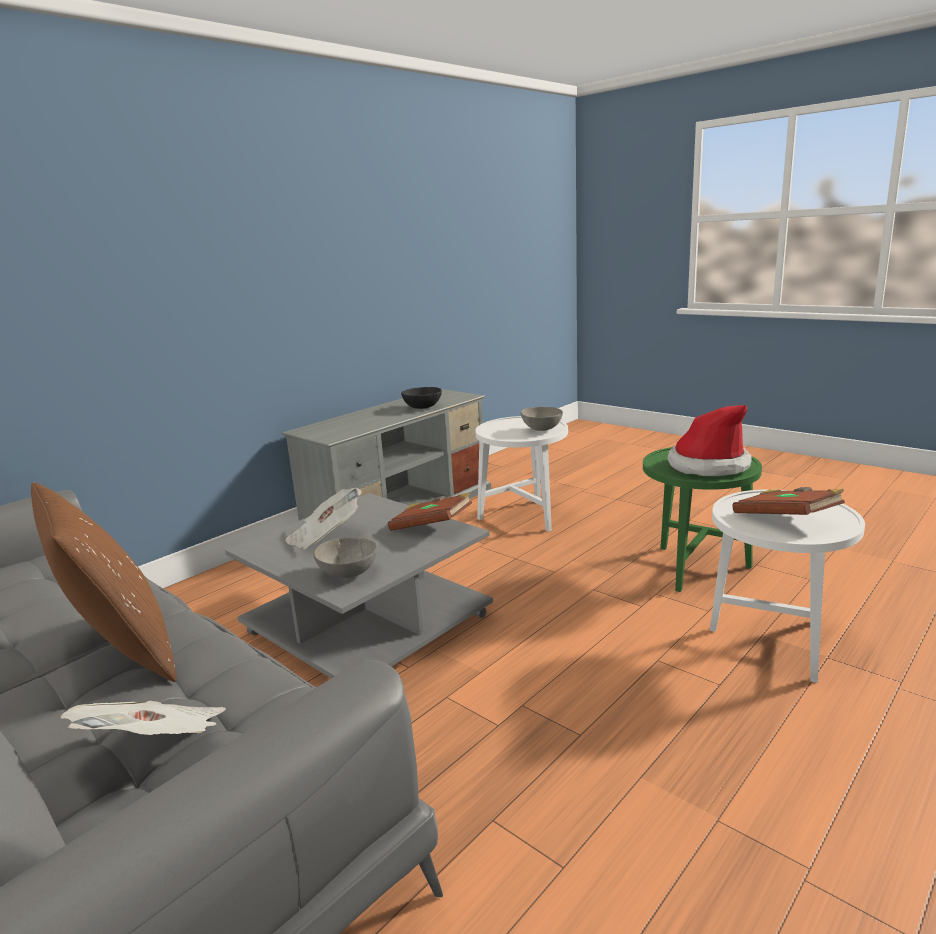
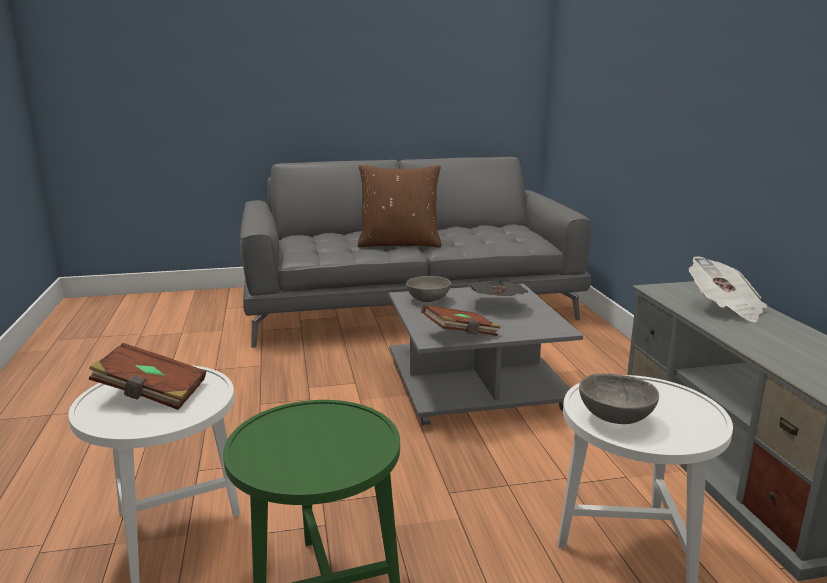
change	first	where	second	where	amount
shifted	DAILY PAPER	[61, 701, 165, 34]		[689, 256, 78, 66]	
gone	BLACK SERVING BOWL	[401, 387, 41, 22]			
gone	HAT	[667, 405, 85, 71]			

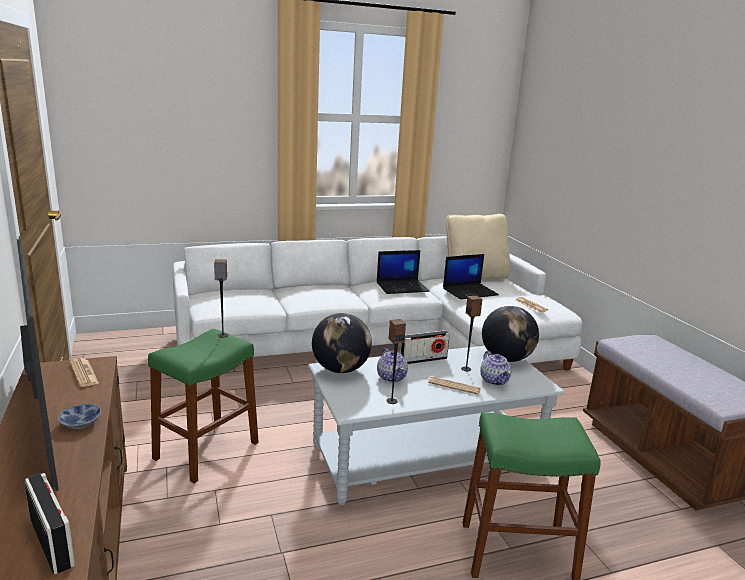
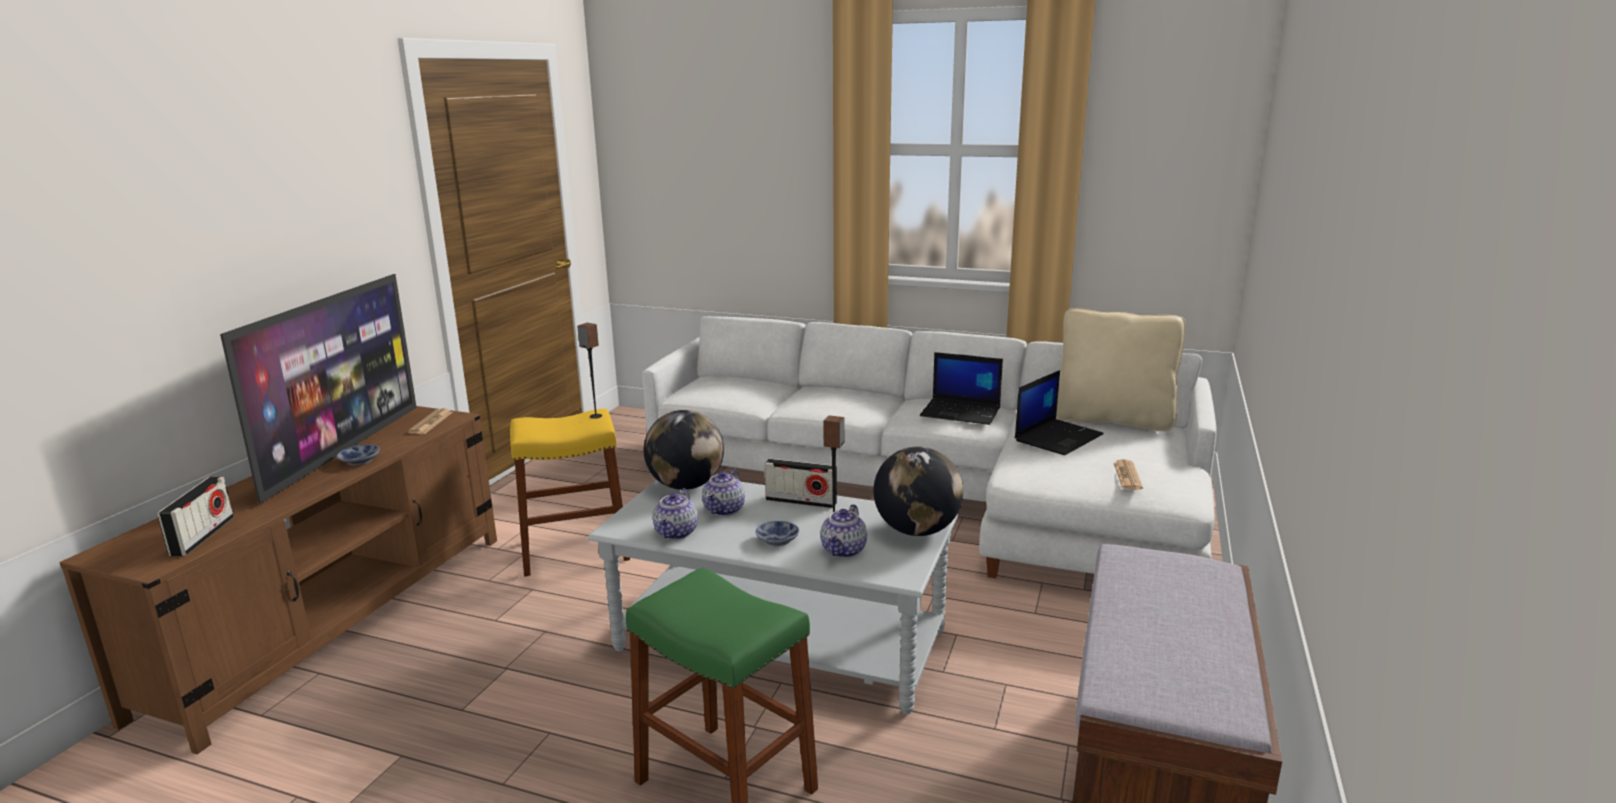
change	first	where	second	where	amount
repainted	GREENISH STOOL	[148, 329, 111, 154]	YELLOW-COLOURED STOOL	[510, 409, 120, 168]	
swapped	AUDIO SPEAKER	[386, 319, 20, 85]	POT FOR TEA	[653, 489, 45, 51]	
swapped	DAILY PAPER	[428, 376, 53, 19]	SERVING BOWL	[756, 521, 43, 25]	
rotated	NOTEBOOK COMPUTER	[443, 254, 56, 46]		[1015, 370, 89, 85]	60 degrees counterclockwise

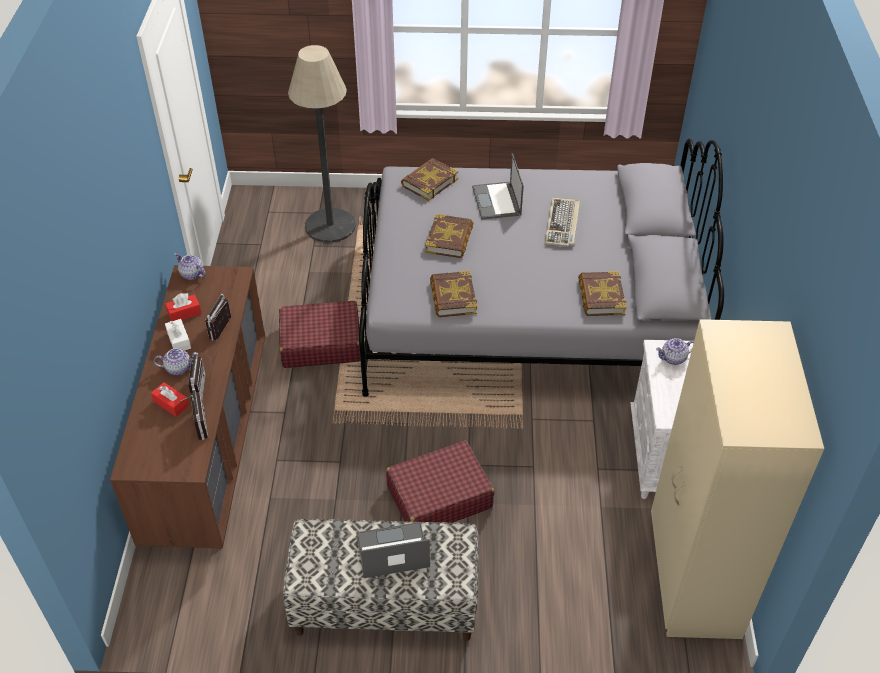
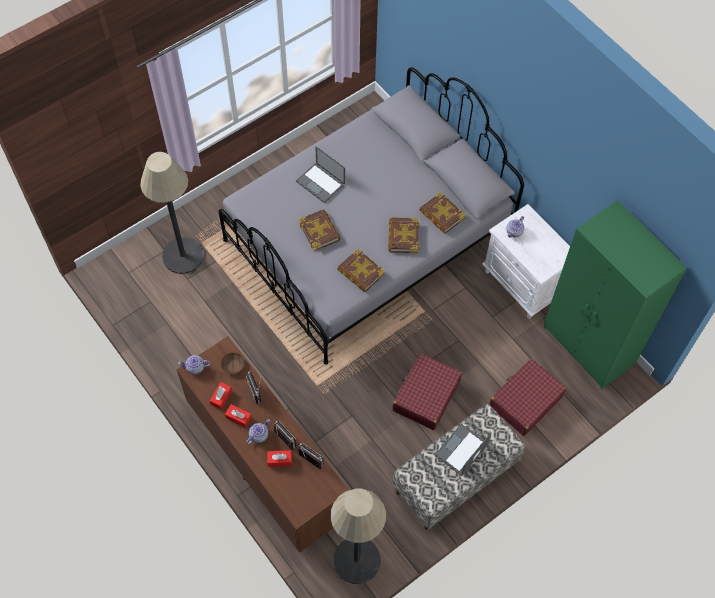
change	first	where	second	where	amount
new			BROWNISH SERVING BOWL	[221, 353, 23, 21]	
repainted	WHITE-COLOURED TISSUE BOX	[165, 319, 26, 31]	RED-COLOURED TISSUE BOX	[225, 404, 27, 24]	
new			FLOOR LAMP	[331, 488, 55, 96]	
shifted	BOUND BOOK	[401, 158, 57, 43]		[388, 217, 31, 36]	
shifted	RED-COLOURED TRAVEL CASE	[279, 301, 81, 67]		[489, 359, 78, 77]	
repainted	BEIGE CLOTHES CUPBOARD	[651, 319, 173, 320]	GREENISH CLOTHES CUPBOARD	[544, 200, 143, 189]	
gone	PC KEYBOARD	[545, 198, 35, 49]			

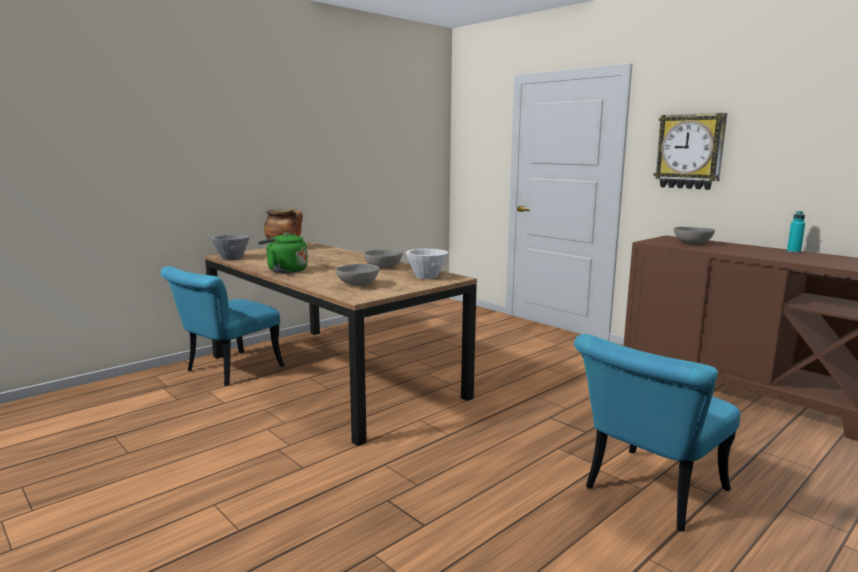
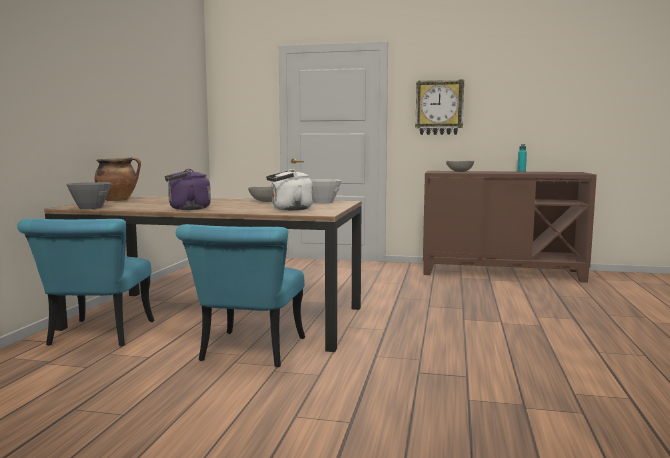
change	first	where	second	where	amount
repainted	GREENISH TEA KETTLE	[258, 233, 50, 40]	PURPLISH TEA KETTLE	[165, 169, 46, 41]	
shifted	TURQUOISE CHAIR	[574, 334, 166, 198]		[175, 224, 130, 143]	
swapped	GREY SERVING BOWL	[335, 264, 45, 22]	WHITE-COLOURED TEA KETTLE	[266, 169, 47, 41]	

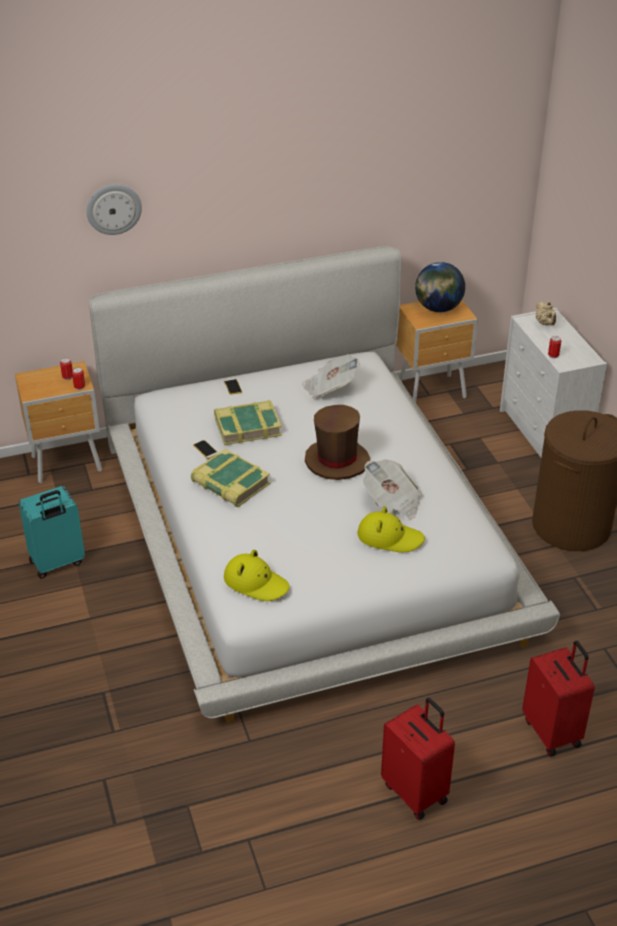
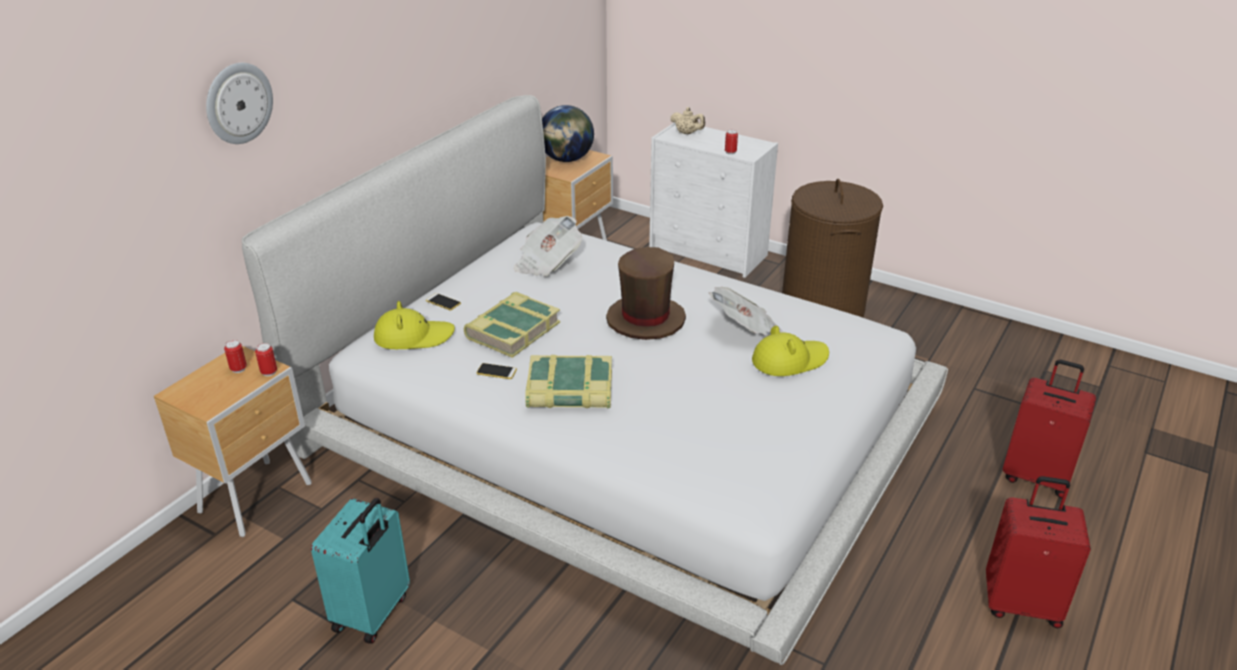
change	first	where	second	where	amount
shifted	YELLOW-COLOURED HAT	[224, 550, 66, 51]		[374, 301, 81, 48]	

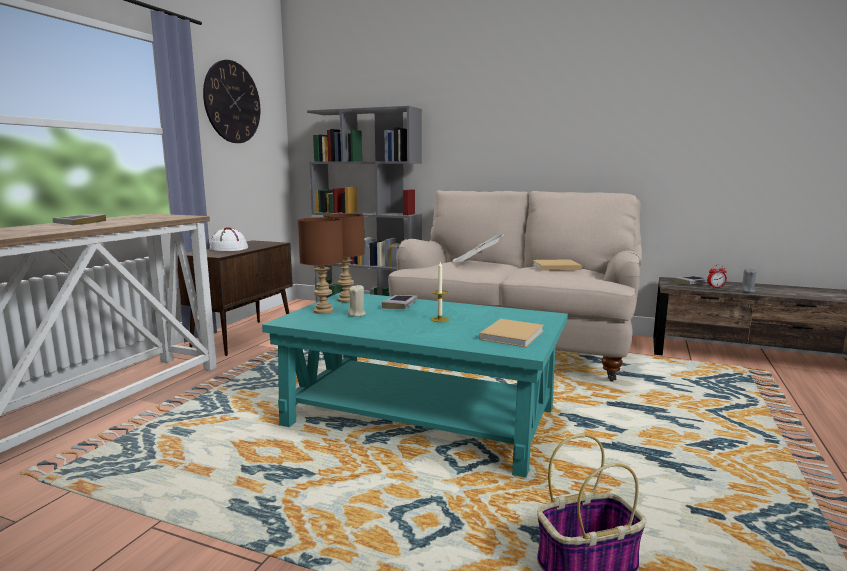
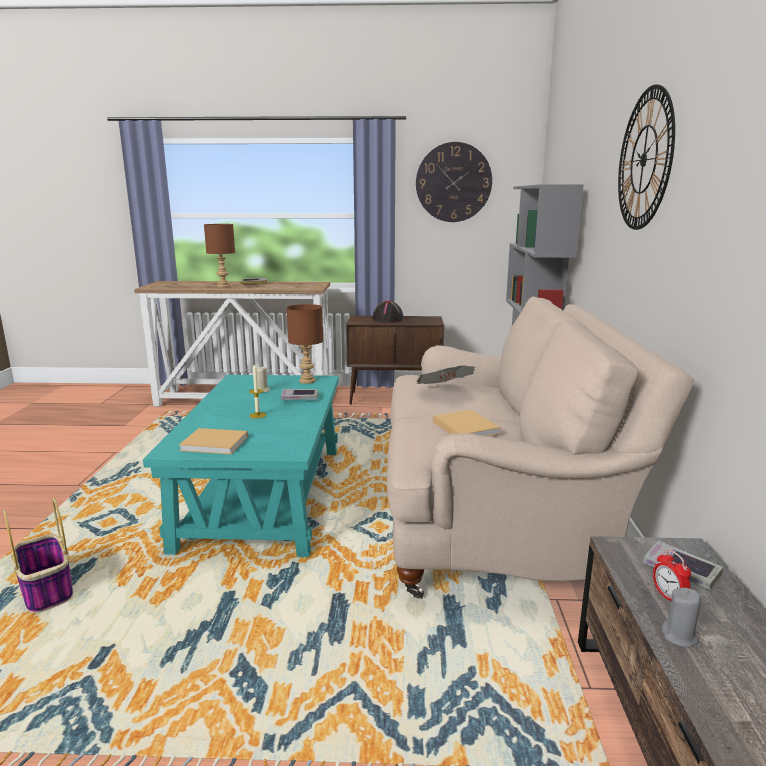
change	first	where	second	where	amount
shifted	BROWNISH TABLETOP LAMP	[298, 217, 45, 97]		[204, 224, 31, 64]	
repainted	WHITE-COLOURED HAT	[210, 228, 38, 23]	BLACK HAT	[372, 301, 32, 21]	
new			WALL CLOCK	[618, 84, 57, 146]	

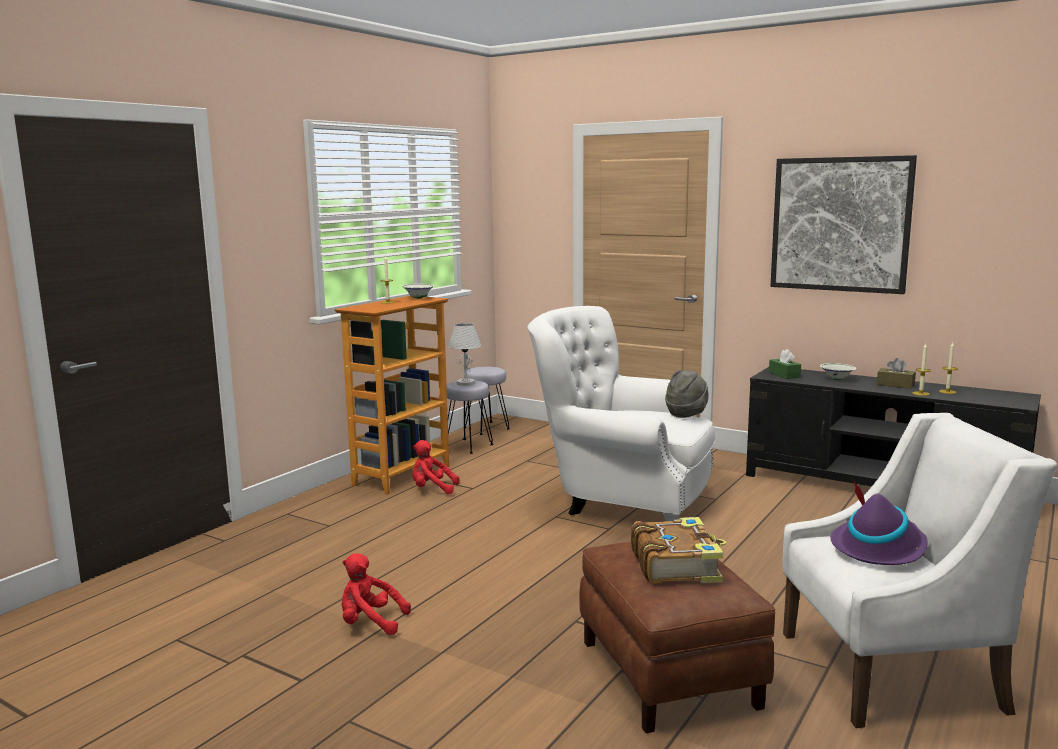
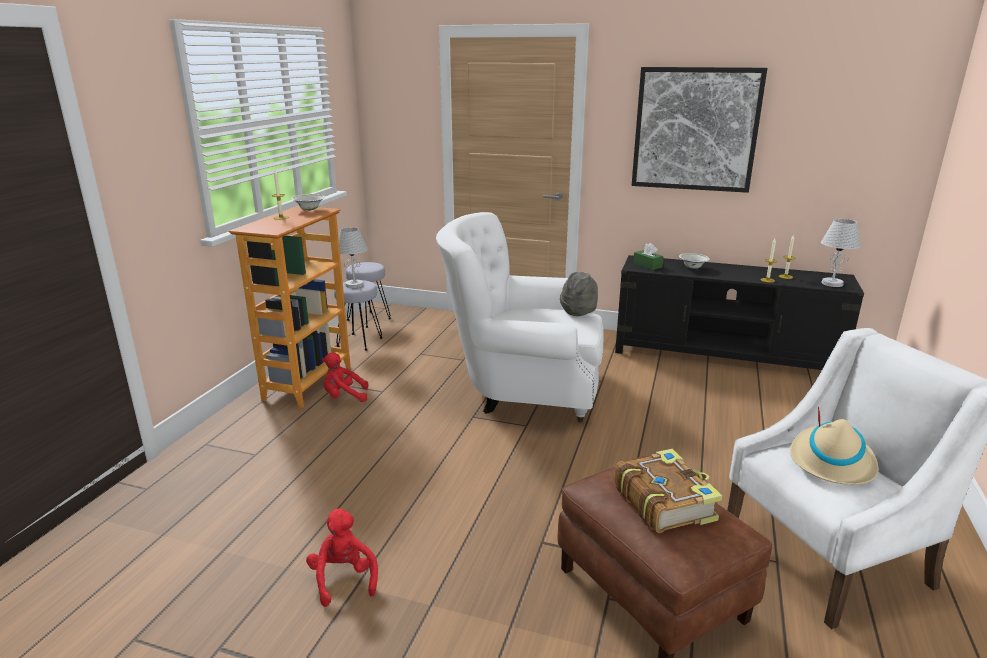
change	first	where	second	where	amount
rotated	RED-COLOURED PLUSH TOY	[342, 553, 69, 82]		[306, 508, 72, 99]	75 degrees clockwise
repainted	PURPLISH HAT	[830, 479, 97, 86]	BEIGE HAT	[790, 407, 89, 78]	
new			WHITE-COLOURED TABLETOP LAMP	[821, 219, 40, 68]	
gone	BROWNISH TISSUE BOX	[877, 358, 39, 31]			

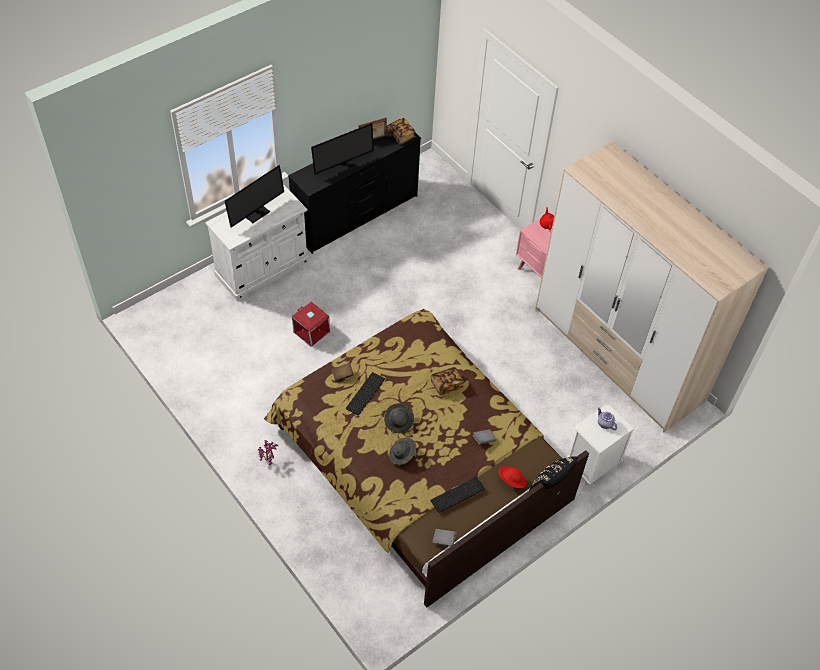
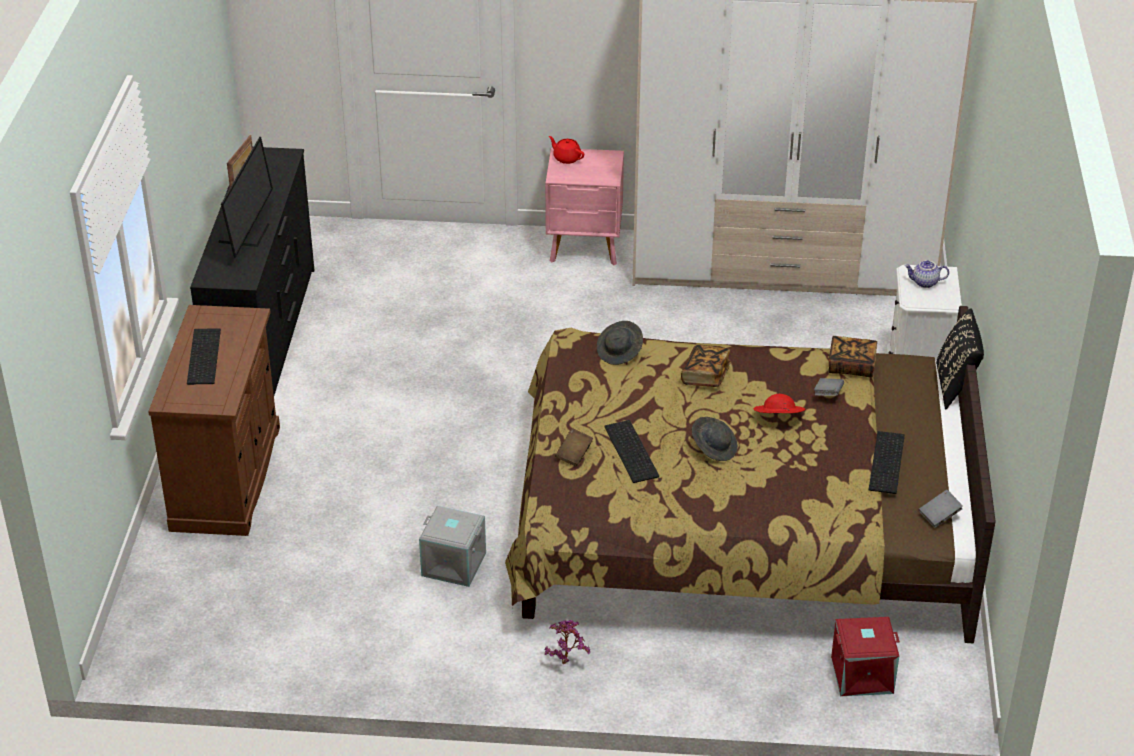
change	first	where	second	where	amount
repainted	WHITE-COLOURED CUPBOARD	[205, 184, 104, 117]	BROWNISH CUPBOARD	[148, 305, 132, 231]	
swapped	COMPUTER SCREEN	[225, 165, 59, 63]	PC KEYBOARD	[187, 328, 34, 57]	
new			GREY STORAGE CONTAINER	[419, 506, 67, 81]	
shifted	GREY HAT	[389, 437, 27, 28]		[597, 321, 46, 44]	
shifted	RED-COLOURED HAT	[498, 466, 28, 22]		[753, 394, 52, 19]	
shifted	BOUND BOOK	[387, 118, 29, 27]		[829, 336, 48, 42]	
shifted	RED-COLOURED STORAGE CONTAINER	[292, 302, 38, 45]		[831, 617, 69, 79]	

